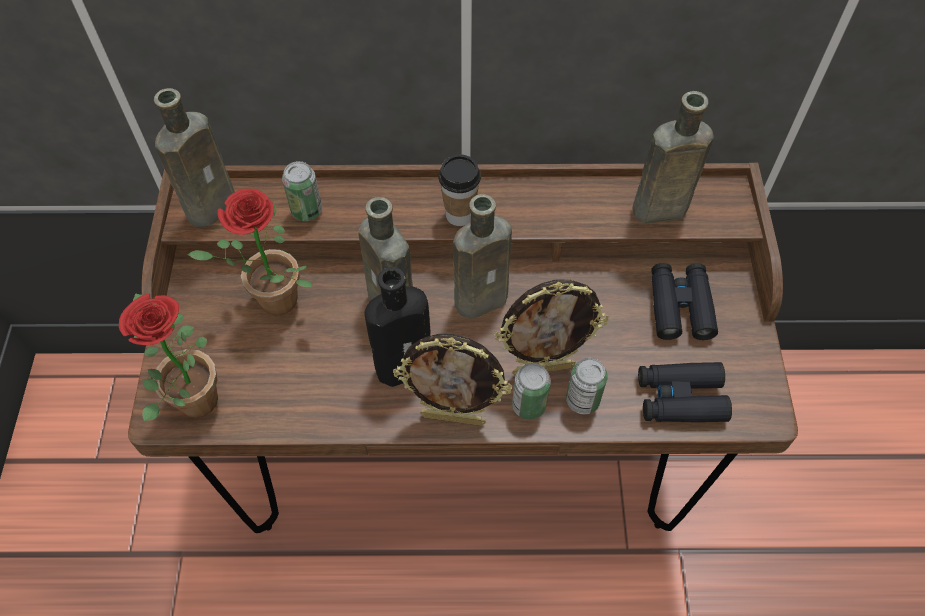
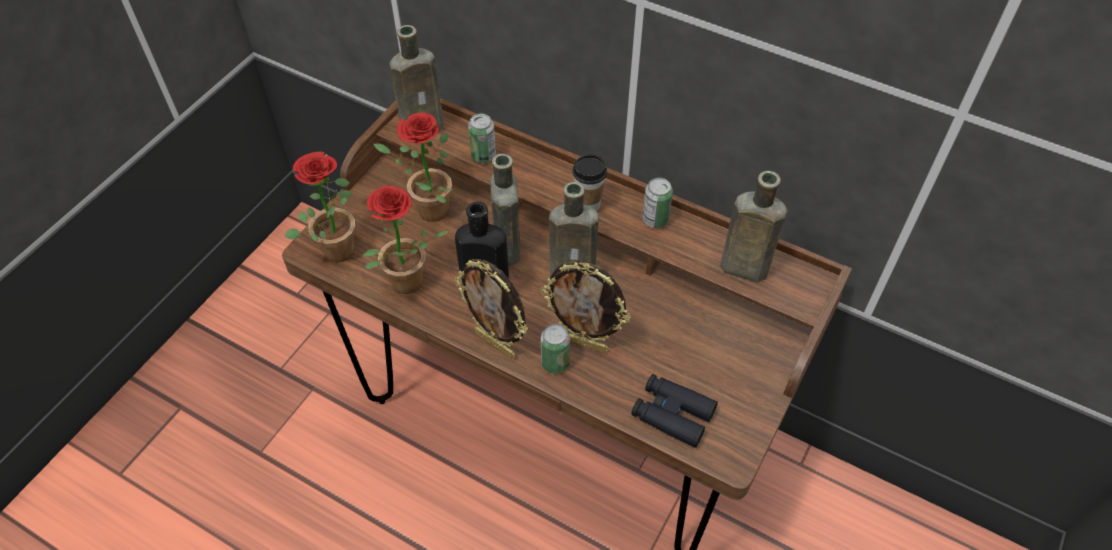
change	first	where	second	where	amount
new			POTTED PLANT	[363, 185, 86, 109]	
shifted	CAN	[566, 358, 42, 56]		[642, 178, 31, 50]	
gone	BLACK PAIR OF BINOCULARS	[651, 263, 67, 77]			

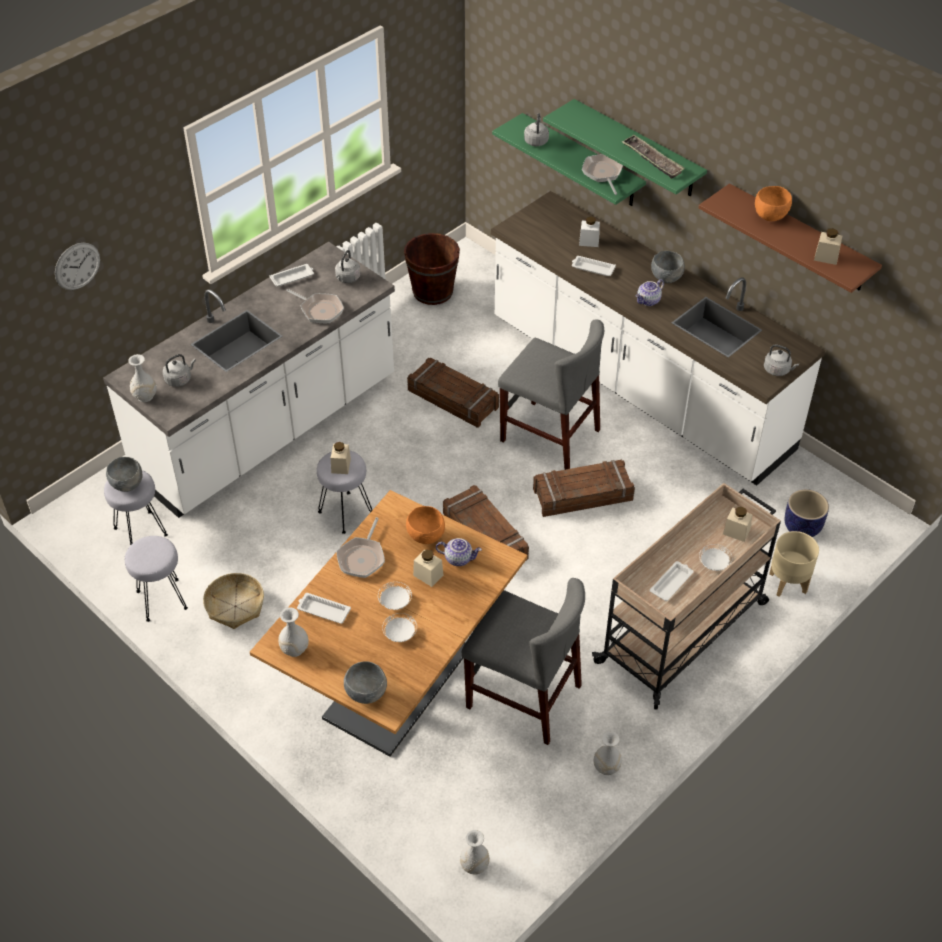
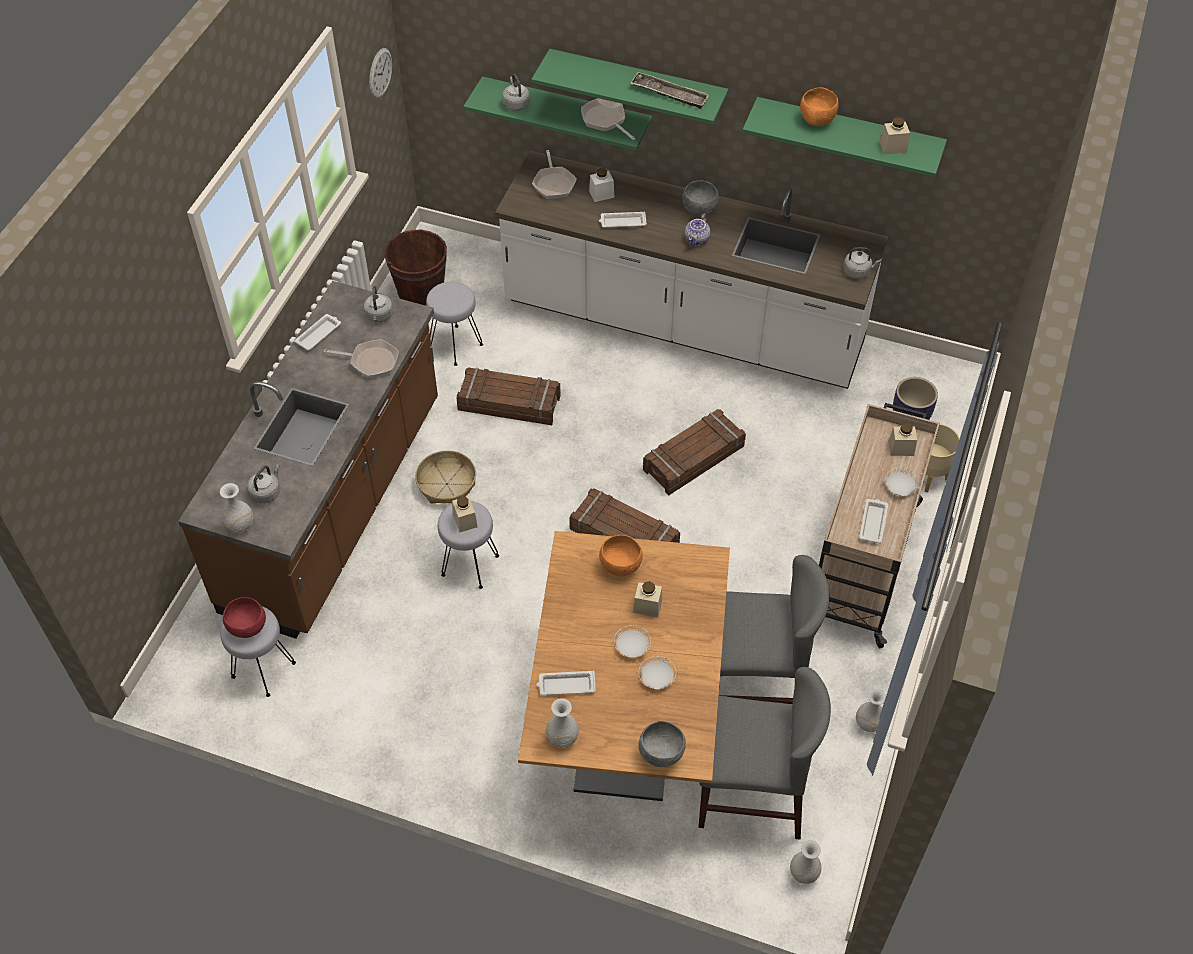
change	first	where	second	where	amount
repainted	WHITE-COLOURED COUNTER	[103, 242, 292, 276]	BROWNISH COUNTER	[178, 281, 260, 358]	
repainted	GREY SERVING BOWL	[106, 457, 36, 35]	RED-COLOURED SERVING BOWL	[223, 597, 43, 41]	
shifted	WALL CLOCK	[55, 243, 45, 47]		[369, 48, 23, 51]	
shifted	BASKET	[203, 573, 61, 56]		[415, 450, 61, 54]	
shifted	GREY STOOL	[125, 536, 63, 86]		[426, 282, 57, 84]	
shifted	PAN	[336, 517, 49, 61]		[532, 150, 45, 49]	
shifted	GREY CHAIR	[498, 319, 106, 151]		[698, 667, 133, 173]	
repainted	BROWNISH SHELF	[699, 183, 183, 110]	GREENISH SHELF	[742, 97, 205, 80]	
gone	POT FOR TEA	[436, 538, 46, 28]			

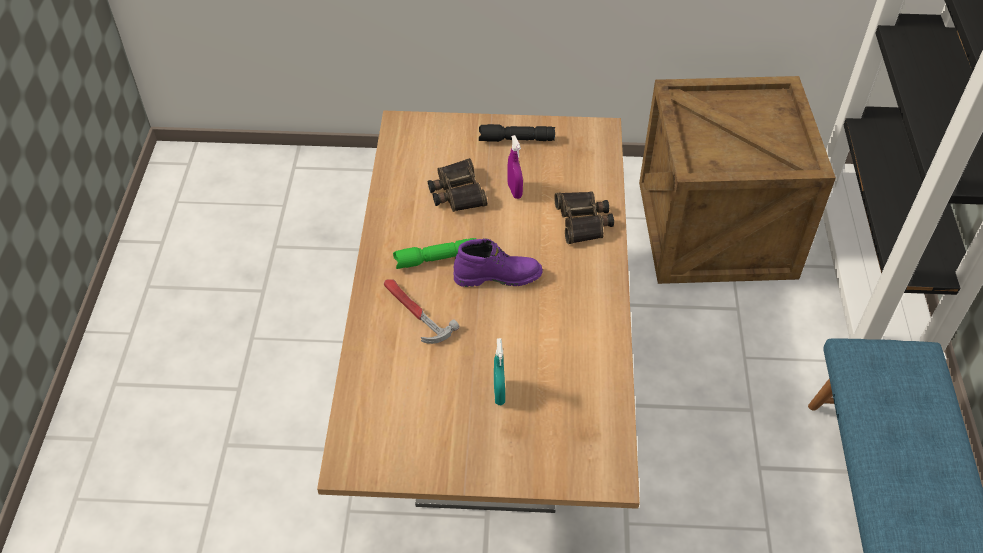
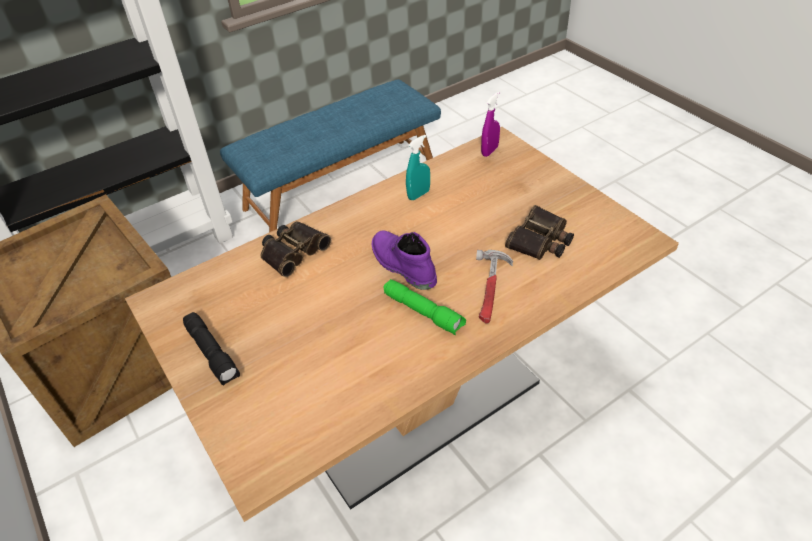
change	first	where	second	where	amount
shifted	TURQUOISE SPRAYER	[494, 338, 11, 67]		[406, 135, 24, 65]	
shifted	PURPLISH SPRAYER	[507, 135, 16, 64]		[481, 92, 19, 65]	
shifted	PAIR OF BINOCULARS	[428, 158, 60, 54]		[505, 205, 69, 55]	

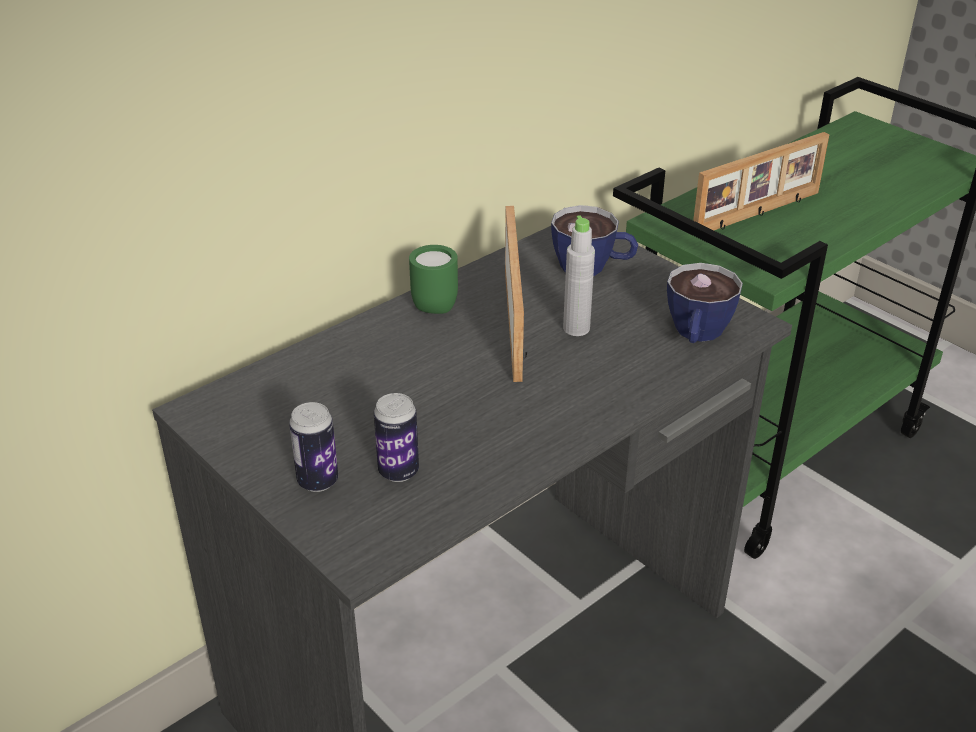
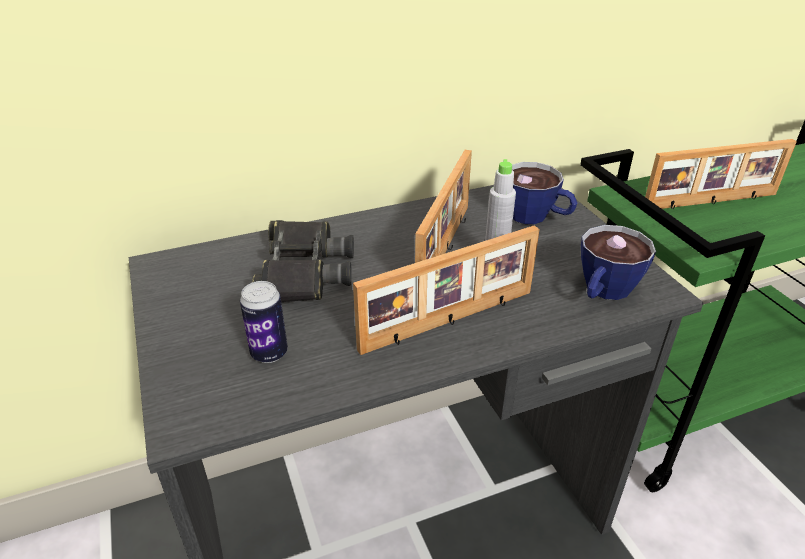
change	first	where	second	where	amount
new			BLACK PAIR OF BINOCULARS	[252, 220, 102, 82]	
new			PHOTO FRAME	[353, 225, 187, 130]	
gone	CAN	[289, 402, 49, 90]			
gone	GREENISH COFFEE MUG	[409, 245, 49, 69]			

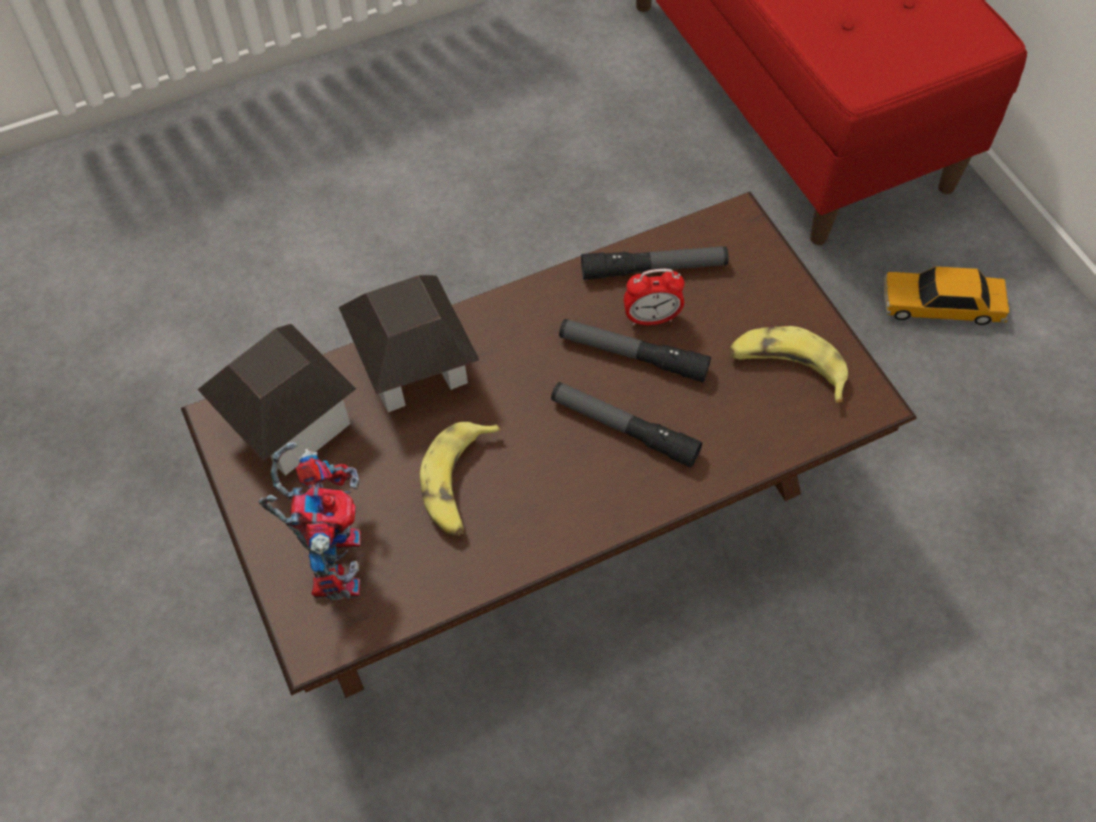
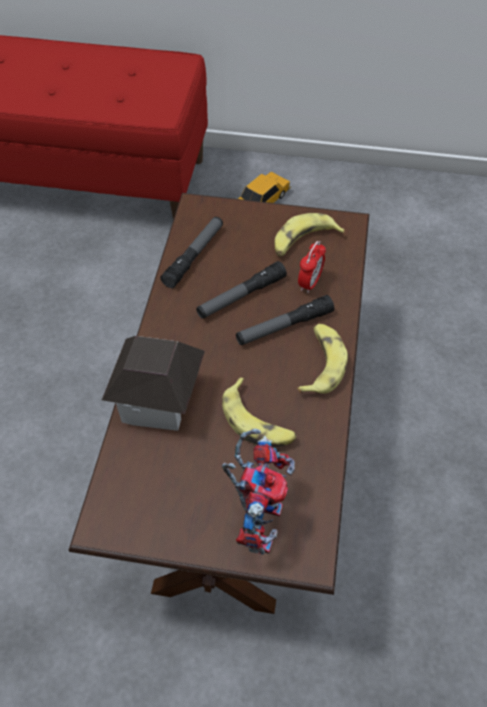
change	first	where	second	where	amount
rotated	TOY ROBOT	[259, 442, 102, 158]		[222, 429, 73, 126]	75 degrees clockwise
new			WHOLE BANANA	[297, 324, 51, 69]	
shifted	TABLE CLOCK	[623, 269, 62, 57]		[298, 241, 28, 52]	
gone	MODEL HOUSE	[197, 324, 159, 152]			

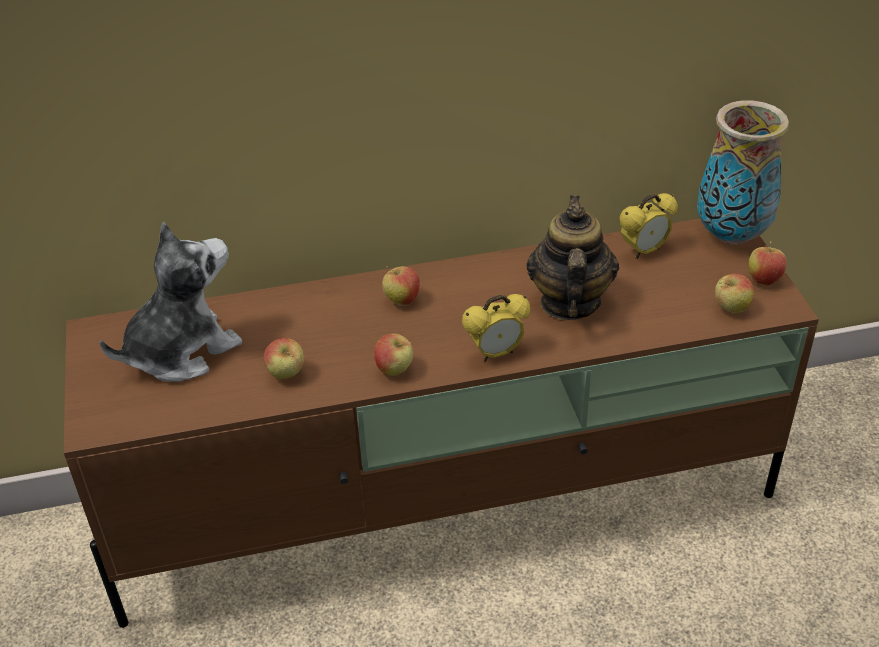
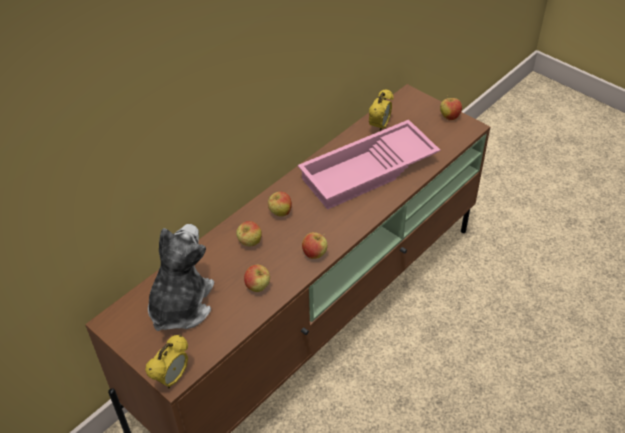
change	first	where	second	where	amount
shifted	TABLE CLOCK	[462, 294, 68, 68]		[145, 335, 43, 54]	
shifted	APPLE FRUIT	[715, 274, 39, 39]		[236, 221, 26, 25]	
swapped	POT FOR TEA	[527, 195, 92, 125]	PINK CARRYING TRAY	[298, 120, 142, 90]	
gone	DECORATIVE VASE	[697, 100, 92, 145]			

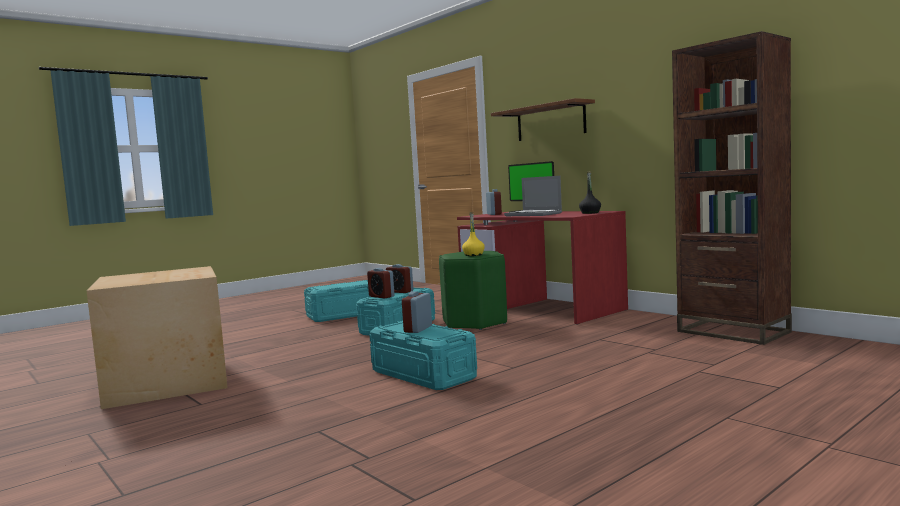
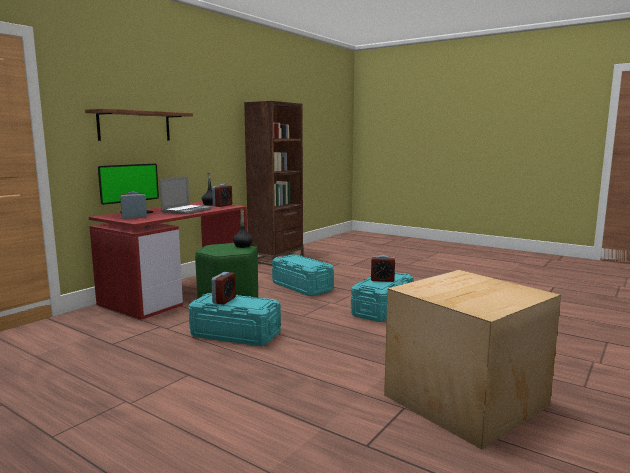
change	first	where	second	where	amount
shifted	TABLE CLOCK	[367, 268, 27, 31]		[212, 184, 20, 23]	
repainted	YELLOW-COLOURED BEVERAGE BOTTLE	[462, 212, 23, 44]	BLACK BEVERAGE BOTTLE	[233, 209, 20, 39]	
shifted	TURQUOISE STORAGE CONTAINER	[304, 280, 66, 42]		[272, 255, 62, 41]	

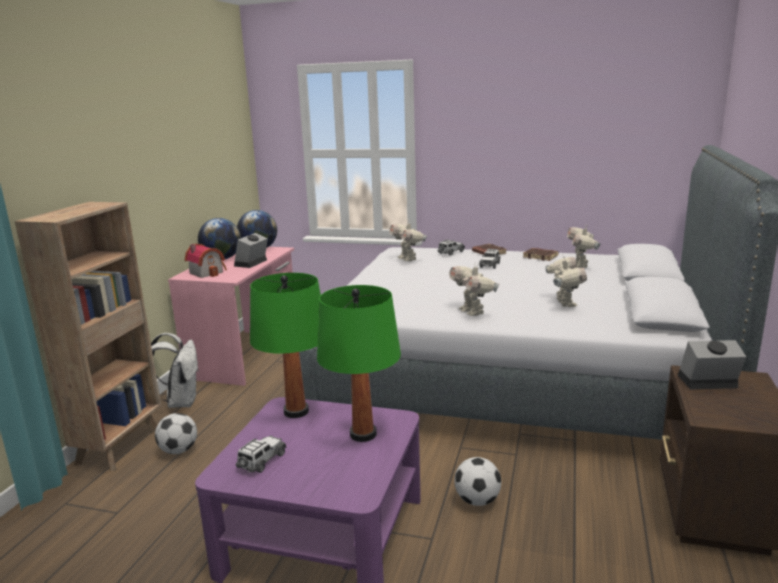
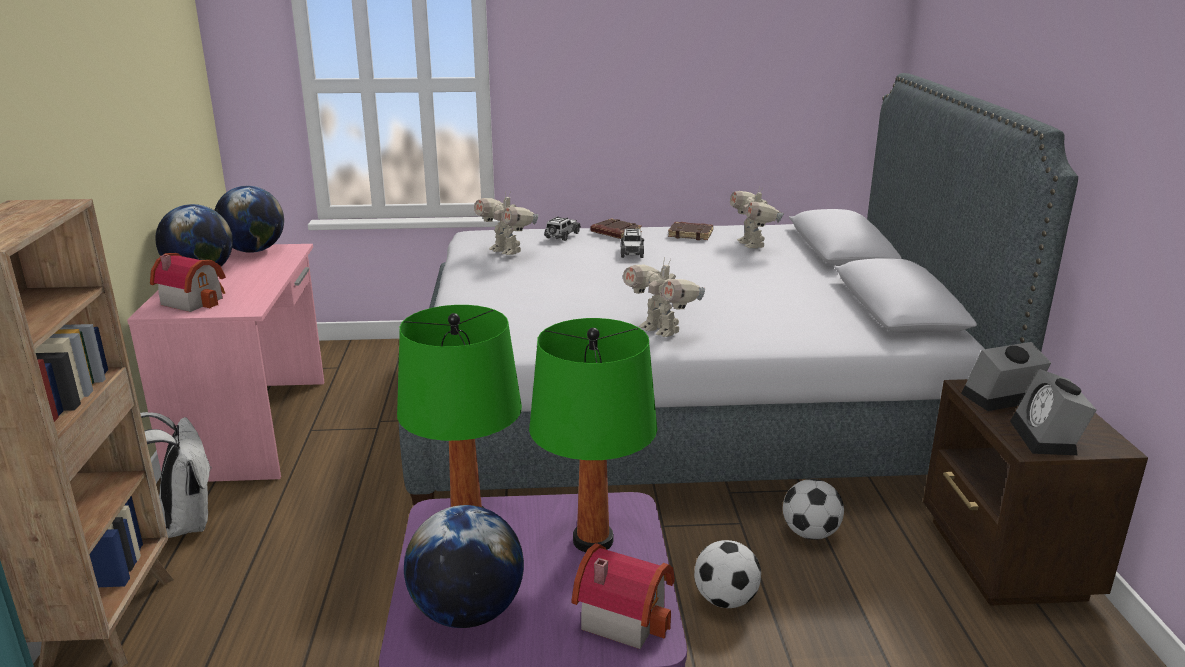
change	first	where	second	where	amount
swapped	MINIATURE CAR	[236, 435, 51, 38]	WORLD GLOBE	[404, 505, 120, 123]	
new			MODEL HOUSE	[572, 543, 103, 106]	
shifted	FOOTBALL	[155, 413, 42, 41]		[783, 479, 61, 61]	
shifted	TABLE CLOCK	[234, 233, 34, 35]		[1010, 369, 87, 86]	
gone	TOY ROBOT	[545, 257, 42, 50]			

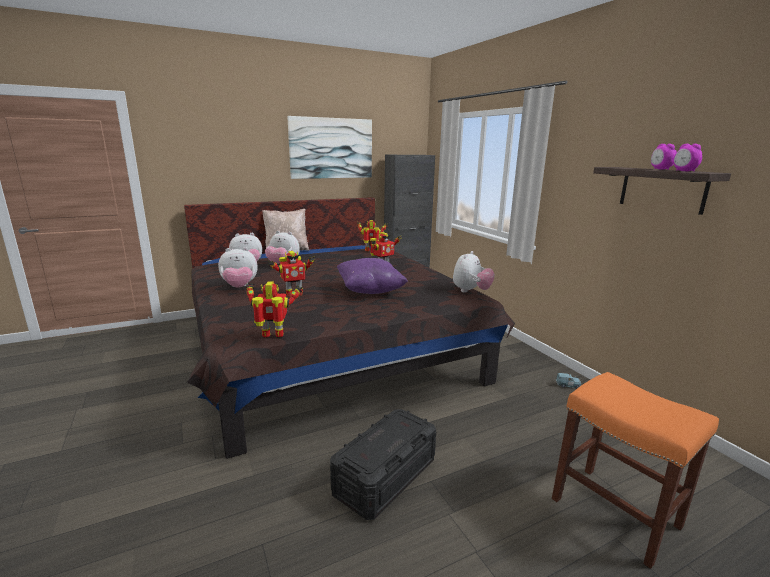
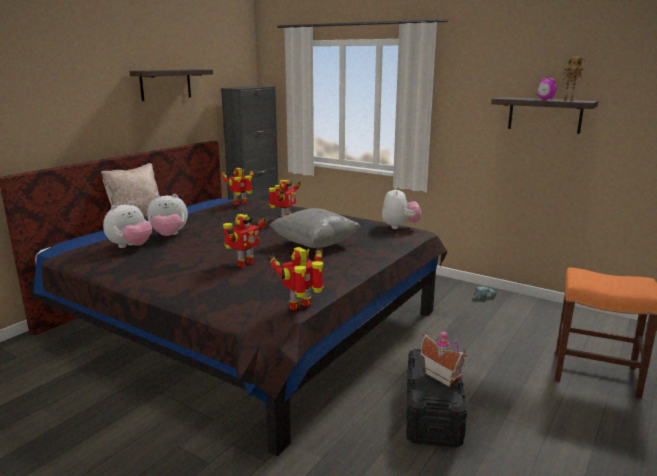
change	first	where	second	where	amount
swapped	WALL ART	[287, 116, 85, 63]	SHELF	[129, 69, 84, 32]	
repainted	PURPLISH CUSHION	[337, 258, 71, 36]	GREY CUSHION	[269, 208, 92, 40]	
new			MODEL HOUSE	[421, 329, 46, 58]	
swapped	TABLE CLOCK	[674, 144, 28, 27]	TOY ROBOT	[561, 57, 24, 44]	
gone	PLUSH TOY	[218, 247, 40, 41]			

